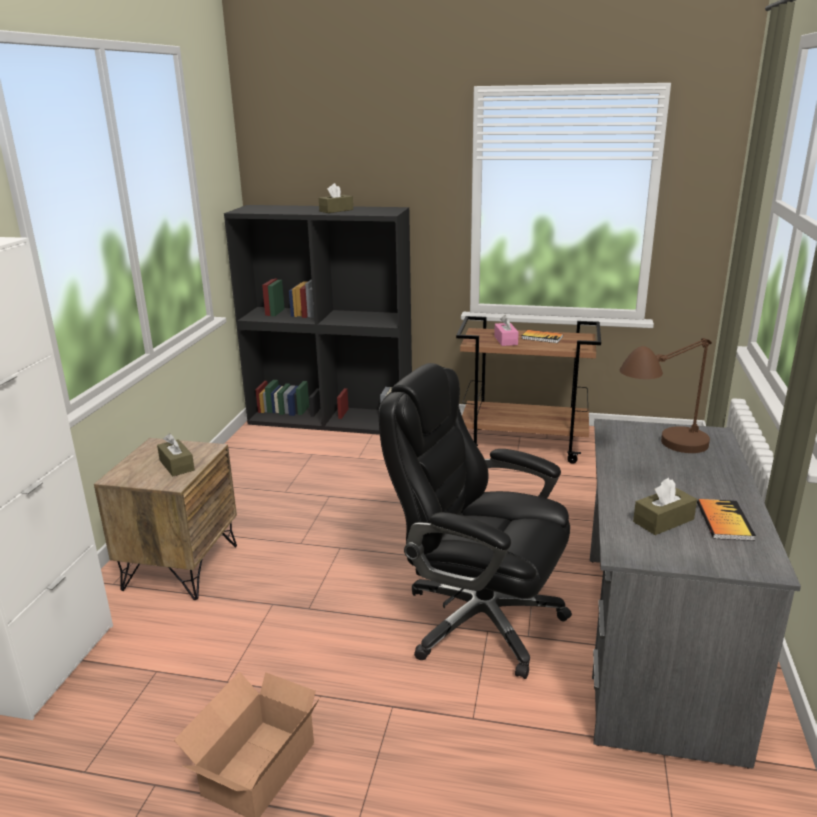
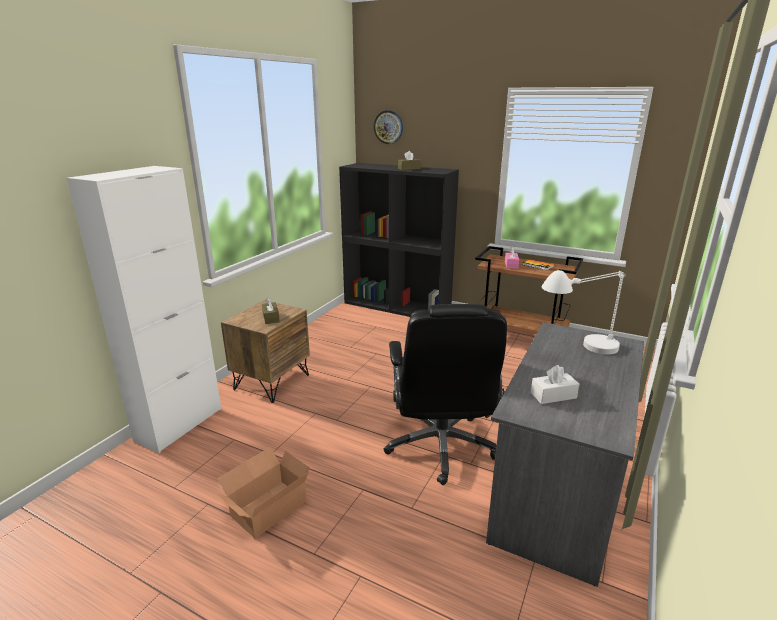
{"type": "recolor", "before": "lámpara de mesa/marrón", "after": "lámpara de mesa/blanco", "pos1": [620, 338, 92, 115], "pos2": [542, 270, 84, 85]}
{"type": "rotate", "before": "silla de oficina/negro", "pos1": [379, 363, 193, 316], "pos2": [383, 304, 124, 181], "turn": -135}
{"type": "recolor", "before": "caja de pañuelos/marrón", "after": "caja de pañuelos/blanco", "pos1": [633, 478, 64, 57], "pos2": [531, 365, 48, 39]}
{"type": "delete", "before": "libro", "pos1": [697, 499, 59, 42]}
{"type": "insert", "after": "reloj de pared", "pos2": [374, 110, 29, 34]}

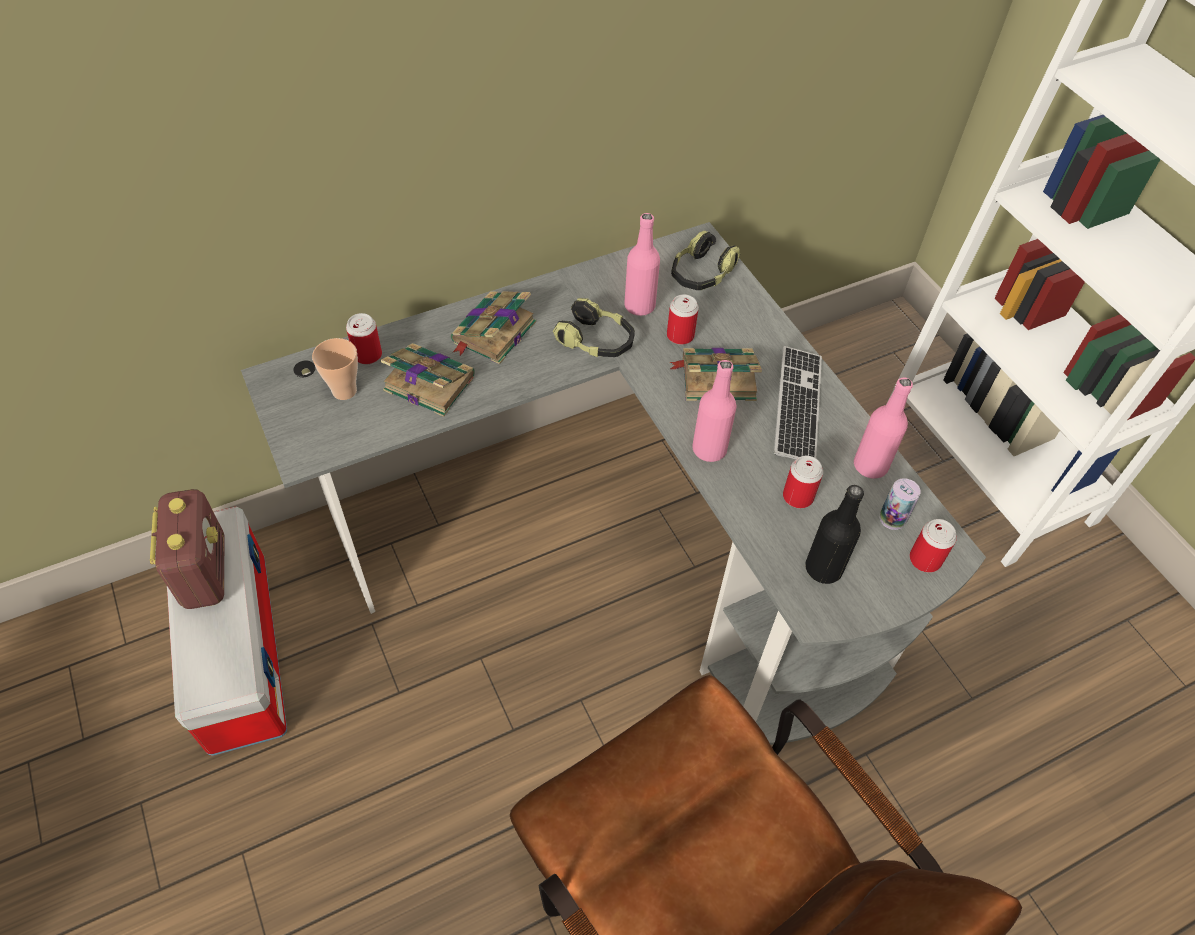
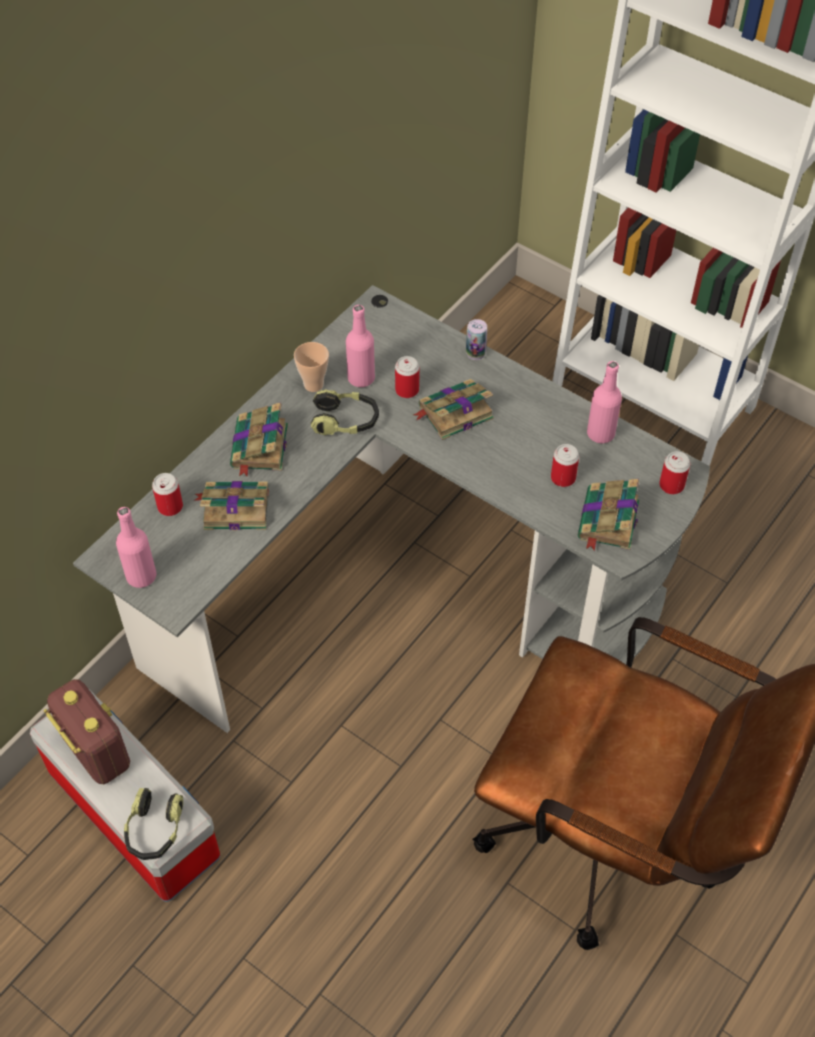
{"type": "move", "before": "auriculares", "pos1": [671, 231, 69, 59], "pos2": [124, 788, 59, 72]}
{"type": "move", "before": "taza", "pos1": [312, 338, 46, 62], "pos2": [294, 342, 35, 50]}
{"type": "delete", "before": "teclado", "pos1": [774, 346, 48, 114]}
{"type": "move", "before": "botella/rosa", "pos1": [692, 360, 44, 102], "pos2": [116, 507, 40, 81]}
{"type": "move", "before": "lata", "pos1": [880, 478, 41, 52], "pos2": [466, 319, 21, 41]}
{"type": "replace", "before": "botella/negro", "after": "libro", "pos1": [805, 485, 59, 99], "pos2": [578, 479, 62, 72]}

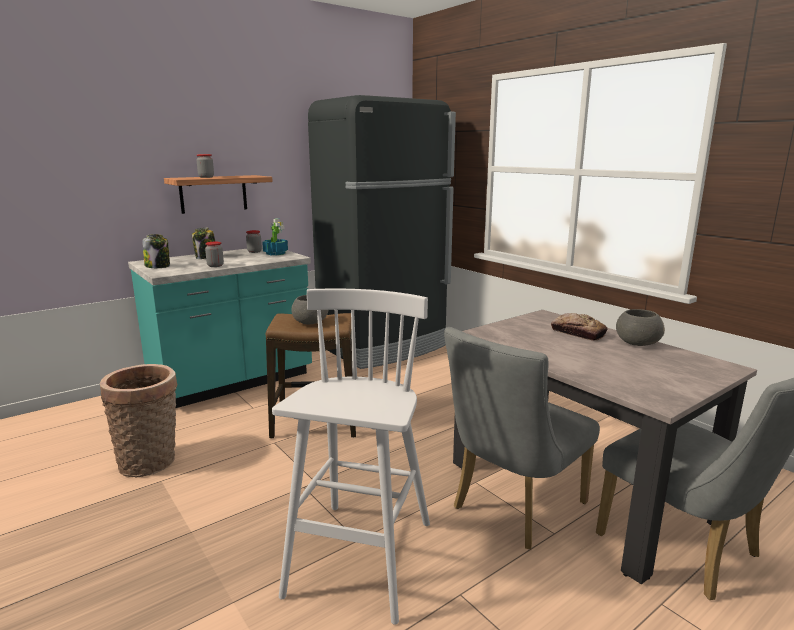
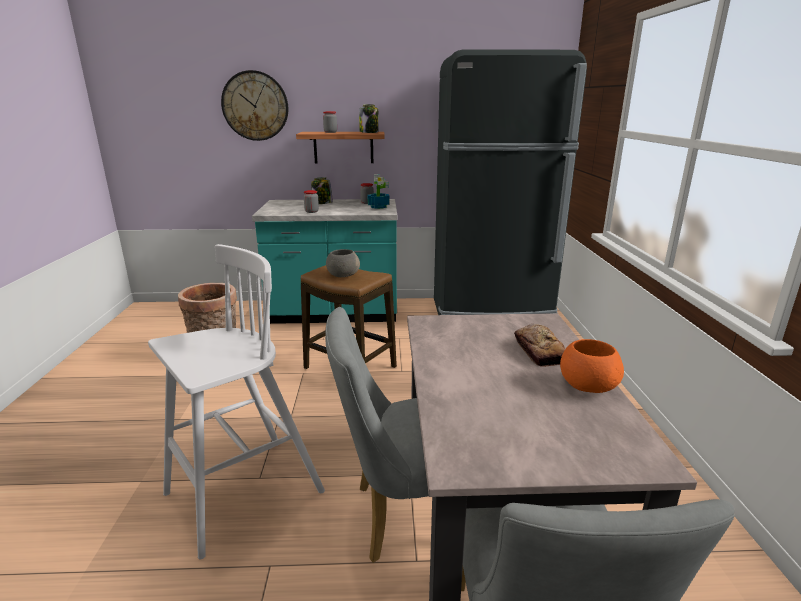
{"type": "move", "before": "tarro", "pos1": [142, 234, 28, 34], "pos2": [359, 104, 20, 29]}
{"type": "recolor", "before": "cuenco/gris", "after": "cuenco/naranja", "pos1": [616, 309, 49, 37], "pos2": [560, 339, 64, 54]}
{"type": "insert", "after": "reloj de pared", "pos2": [221, 70, 67, 71]}

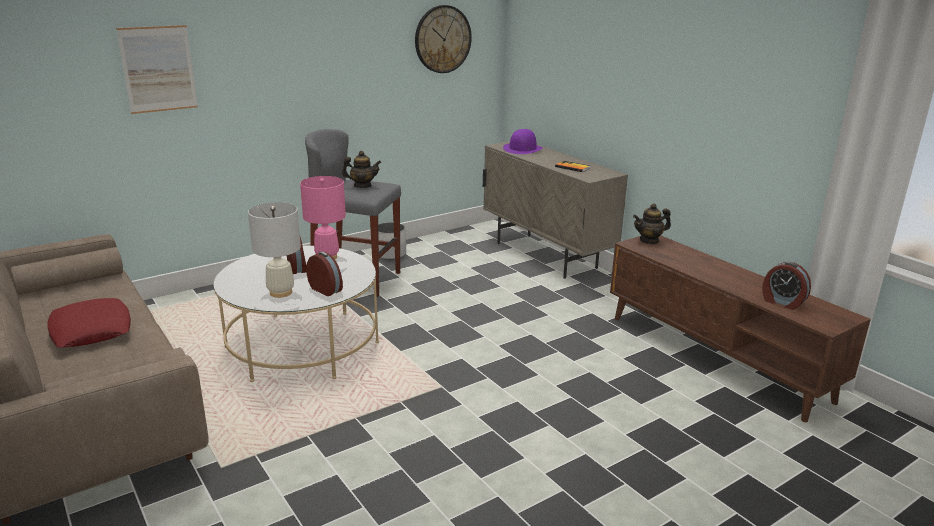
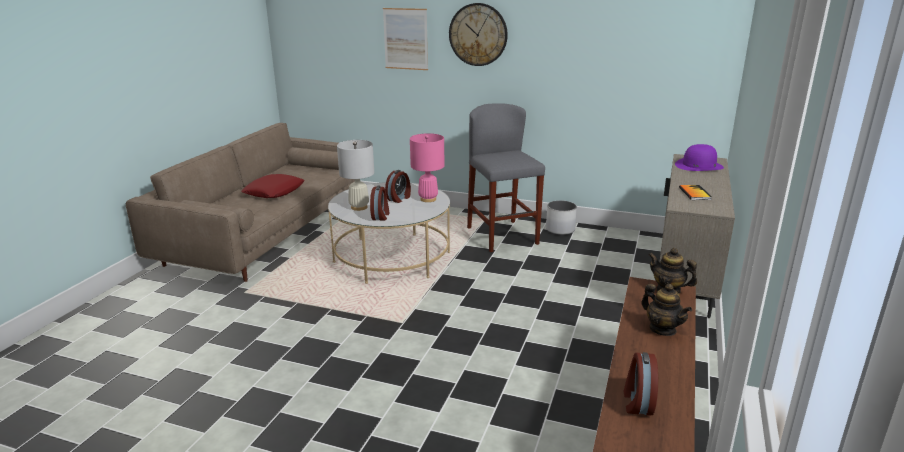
{"type": "move", "before": "reloj de pared", "pos1": [415, 5, 57, 68], "pos2": [449, 3, 59, 63]}
{"type": "move", "before": "tetera", "pos1": [342, 151, 39, 37], "pos2": [641, 284, 51, 52]}

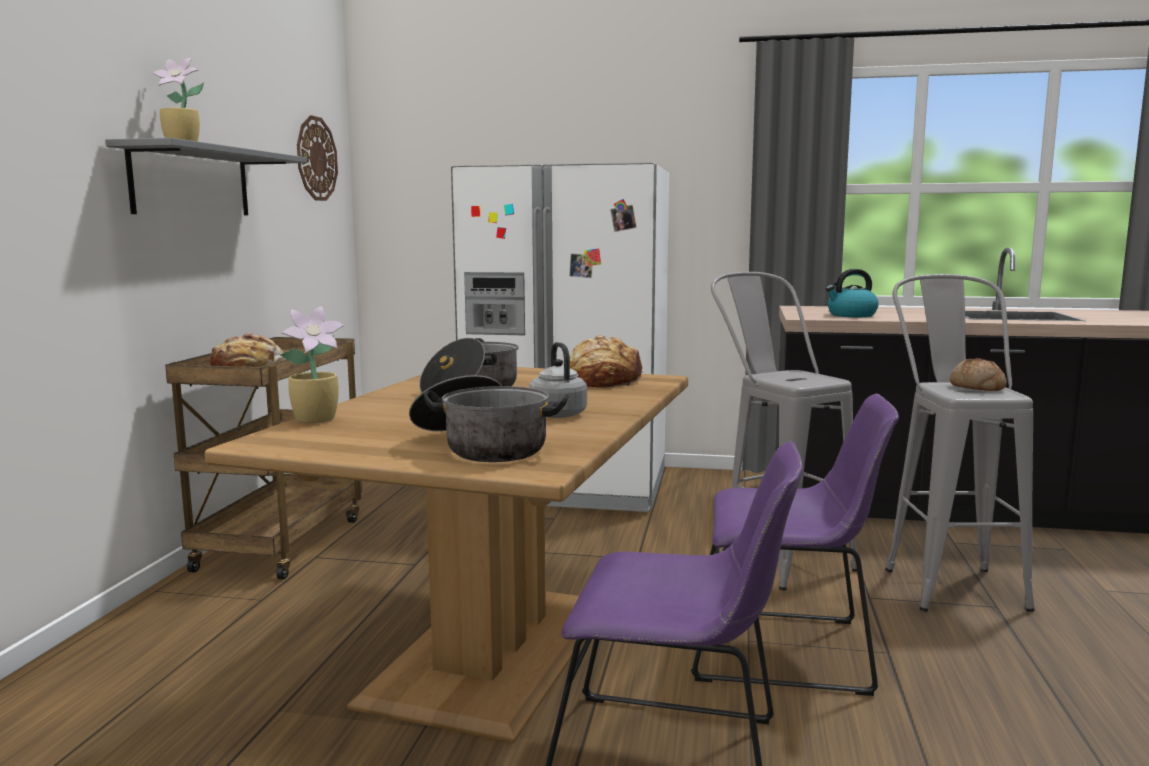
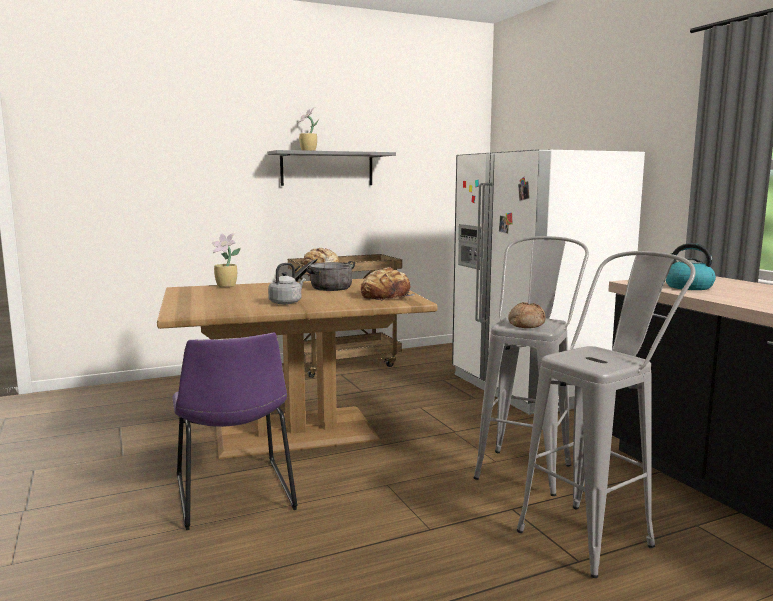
{"type": "delete", "before": "reloj de pared", "pos1": [297, 115, 41, 86]}
{"type": "move", "before": "pan", "pos1": [950, 358, 57, 33], "pos2": [508, 302, 38, 26]}
{"type": "delete", "before": "olla", "pos1": [409, 375, 160, 87]}
{"type": "delete", "before": "silla/morado", "pos1": [691, 394, 208, 302]}

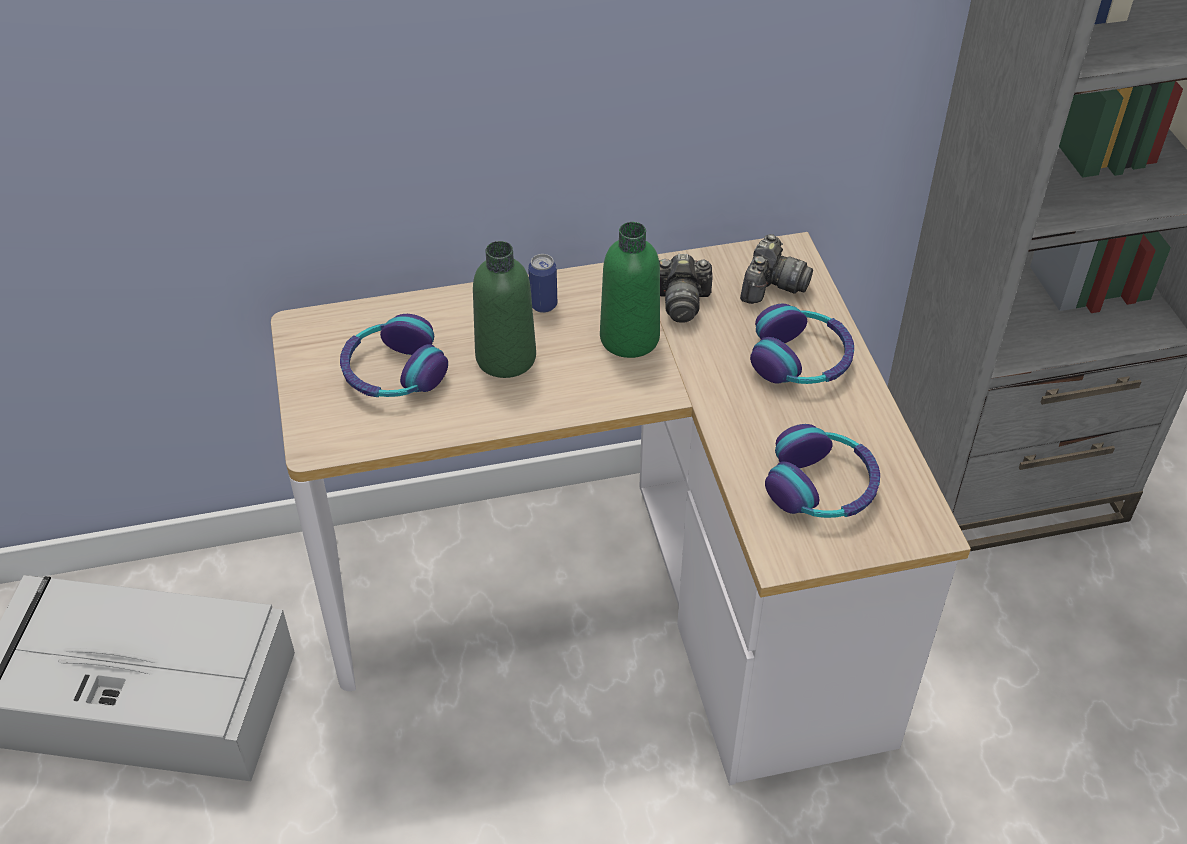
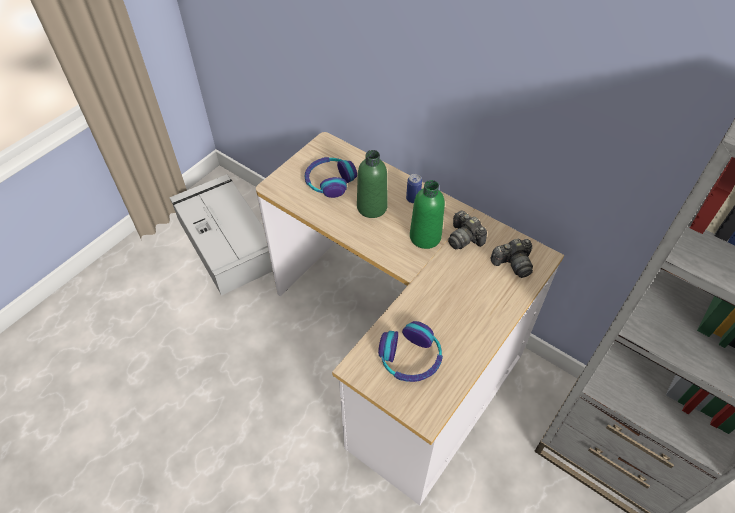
{"type": "delete", "before": "auriculares", "pos1": [750, 304, 104, 80]}

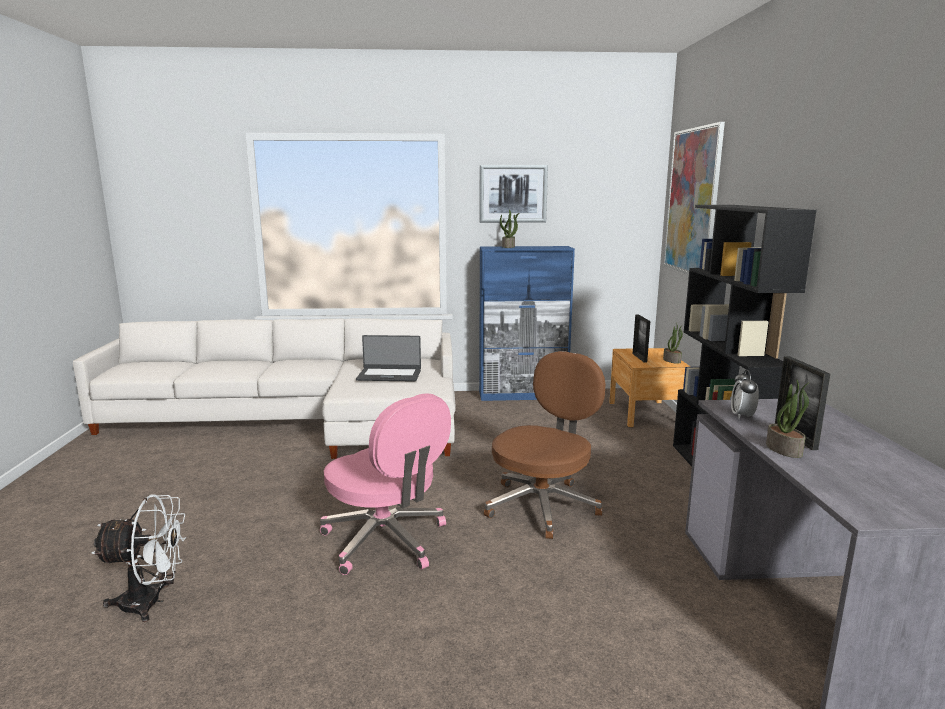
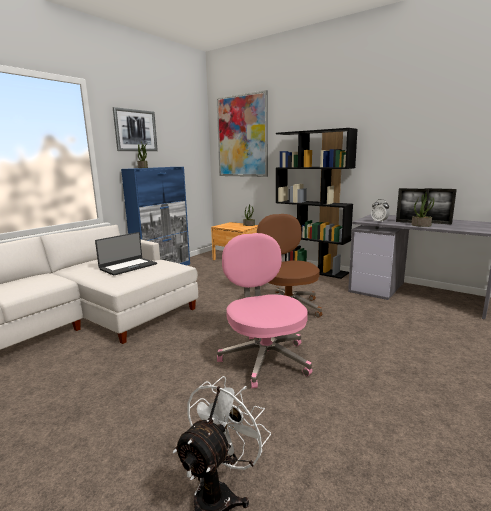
{"type": "move", "before": "portarretratos", "pos1": [633, 314, 17, 49], "pos2": [425, 188, 32, 37]}
{"type": "rotate", "before": "silla de oficina/rosa", "pos1": [320, 393, 131, 182], "pos2": [217, 233, 95, 156], "turn": -105}

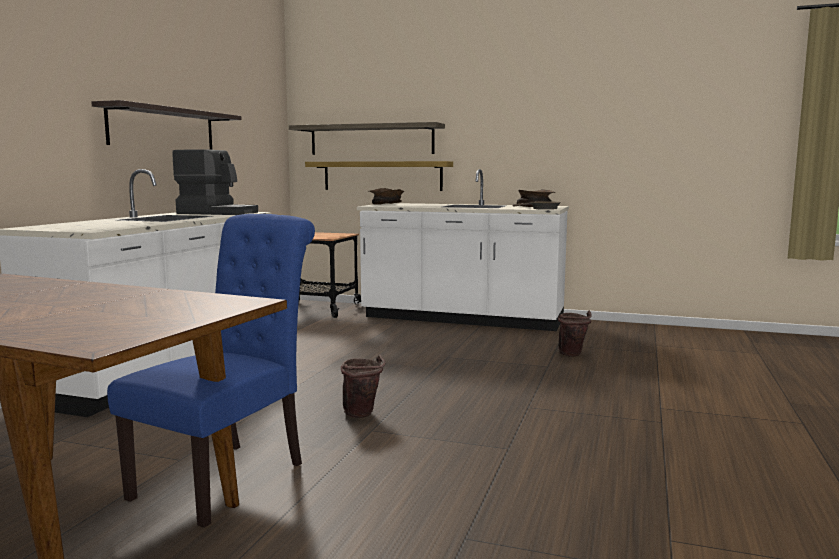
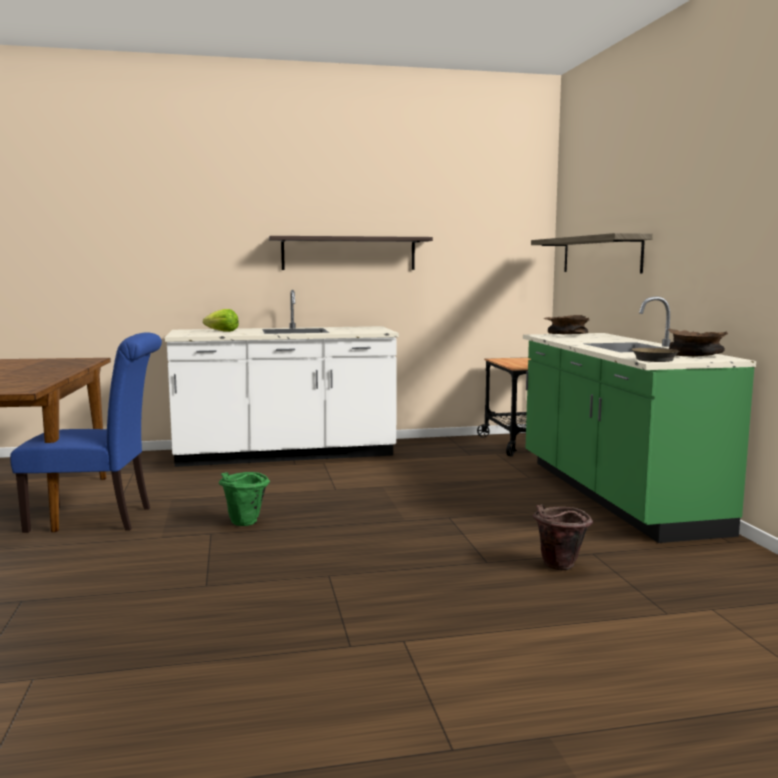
{"type": "delete", "before": "cafetera", "pos1": [172, 149, 86, 66]}
{"type": "delete", "before": "estante", "pos1": [305, 161, 148, 30]}
{"type": "recolor", "before": "mueble bajo de cocina/blanco", "after": "mueble bajo de cocina/verde", "pos1": [357, 169, 212, 162], "pos2": [523, 296, 233, 247]}
{"type": "recolor", "before": "cubo/marrón", "after": "cubo/verde", "pos1": [341, 355, 44, 63], "pos2": [219, 472, 51, 54]}
{"type": "insert", "after": "lechuga", "pos2": [203, 309, 36, 23]}

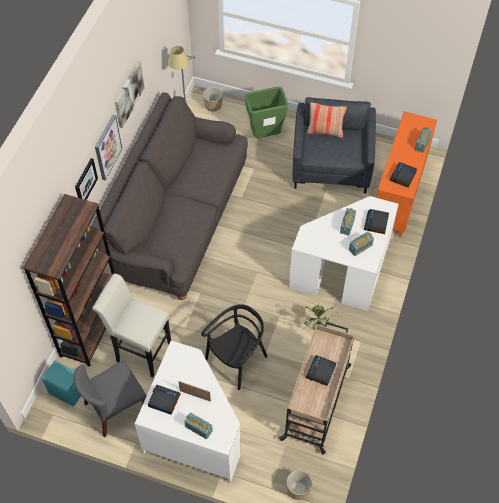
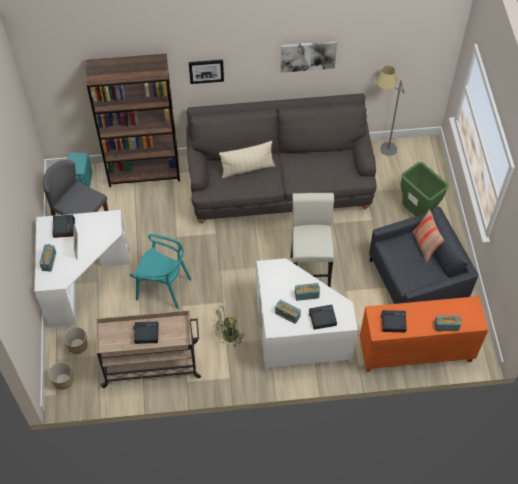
{"type": "move", "before": "maceta", "pos1": [203, 87, 20, 24], "pos2": [63, 327, 25, 27]}
{"type": "delete", "before": "cuadro", "pos1": [95, 115, 27, 65]}
{"type": "move", "before": "taburete/blanco", "pos1": [92, 273, 79, 104], "pos2": [290, 193, 44, 94]}
{"type": "recolor", "before": "silla/negro", "after": "silla/turquesa", "pos1": [201, 304, 66, 86], "pos2": [130, 234, 61, 75]}
{"type": "insert", "after": "cojín/beis", "pos2": [219, 141, 56, 37]}

